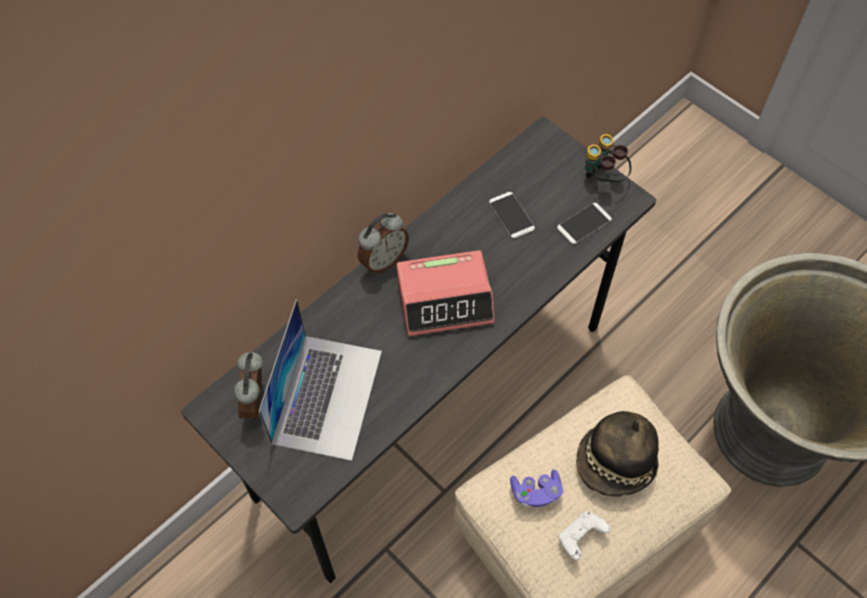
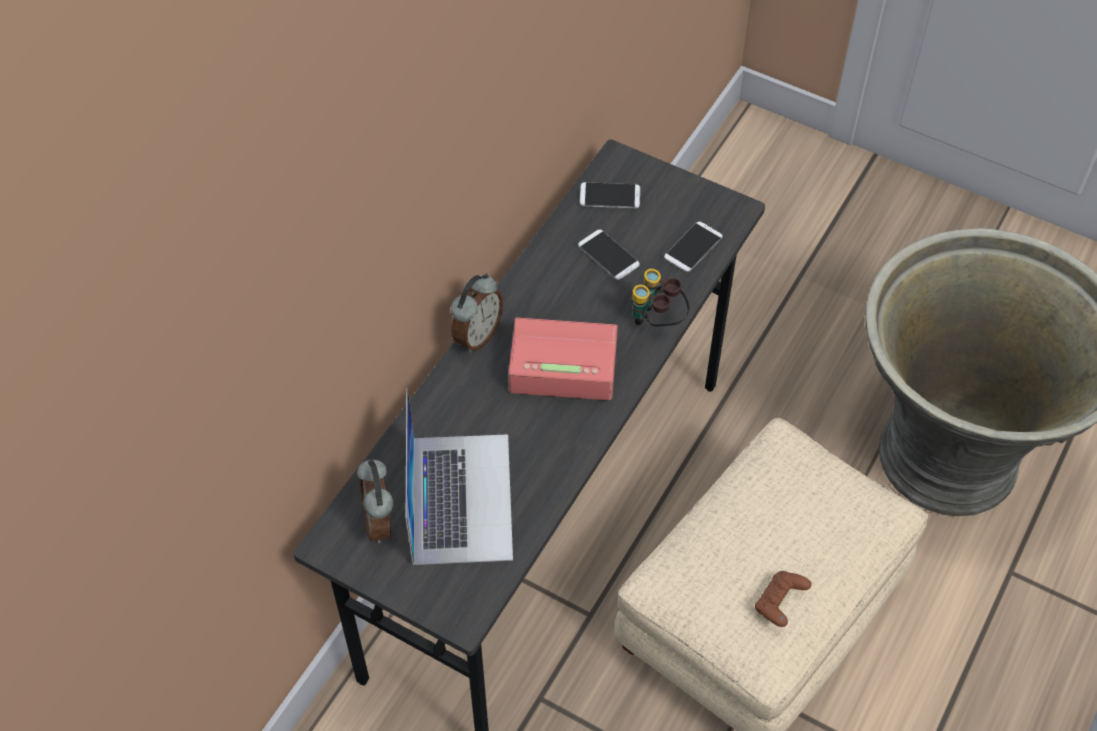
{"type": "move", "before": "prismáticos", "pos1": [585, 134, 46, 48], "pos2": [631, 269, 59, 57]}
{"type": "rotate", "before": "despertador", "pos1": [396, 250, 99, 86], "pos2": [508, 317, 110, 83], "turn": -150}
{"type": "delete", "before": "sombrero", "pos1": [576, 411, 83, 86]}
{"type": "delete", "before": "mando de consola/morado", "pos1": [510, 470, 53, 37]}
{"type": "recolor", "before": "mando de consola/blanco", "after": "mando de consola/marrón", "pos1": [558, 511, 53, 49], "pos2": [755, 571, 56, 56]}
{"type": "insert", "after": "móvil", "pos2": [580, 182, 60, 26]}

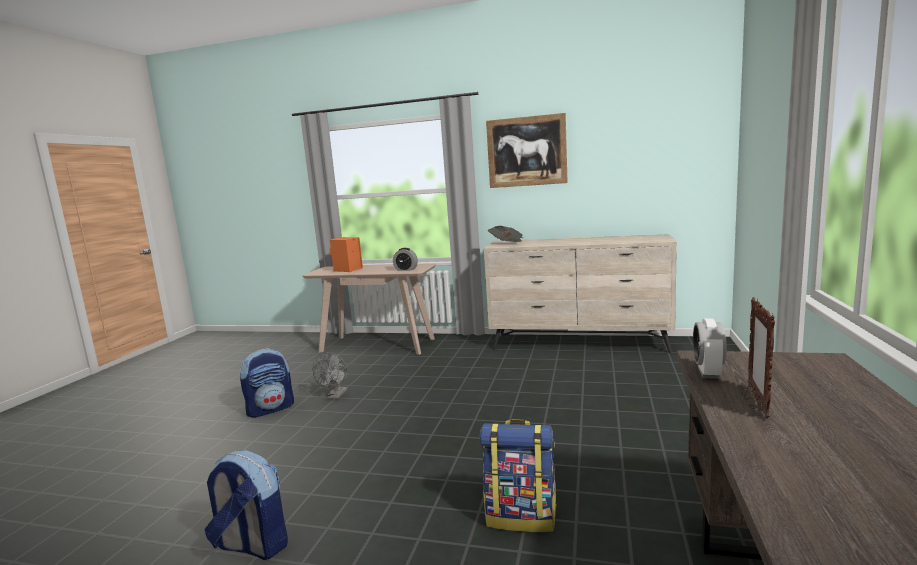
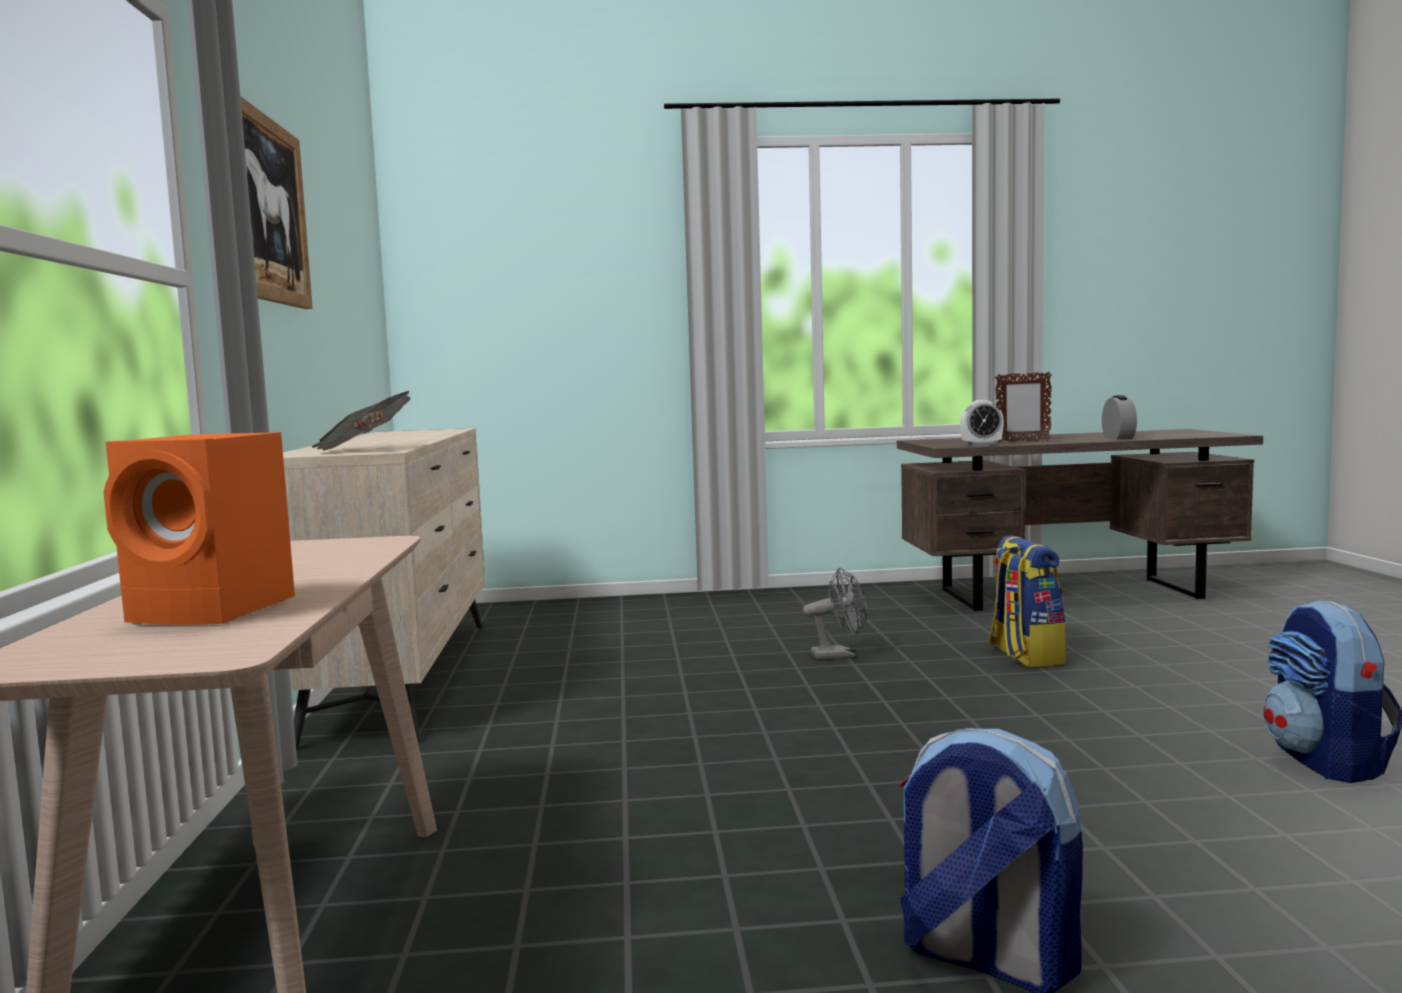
{"type": "move", "before": "despertador", "pos1": [393, 248, 25, 23], "pos2": [1102, 395, 35, 44]}
{"type": "move", "before": "ventilador/gris", "pos1": [313, 352, 34, 47], "pos2": [803, 568, 64, 92]}

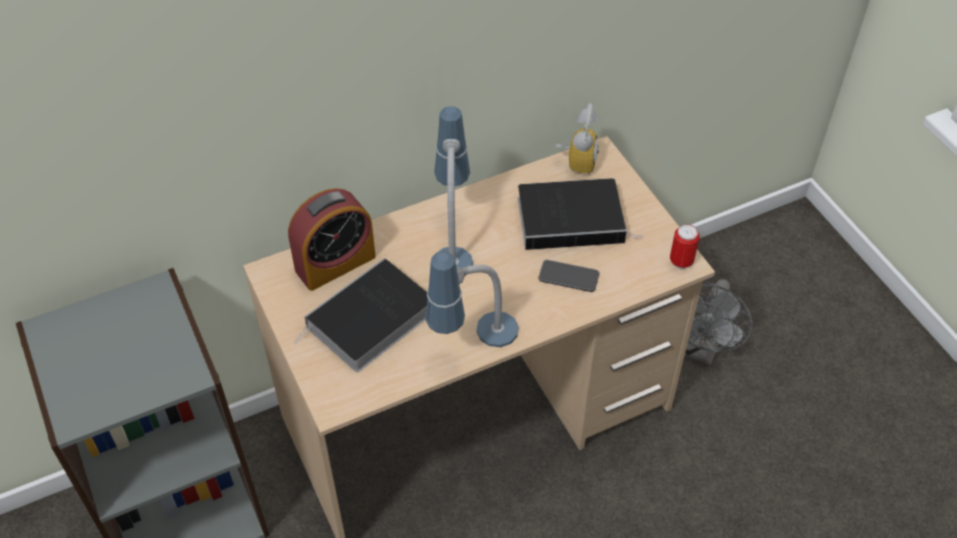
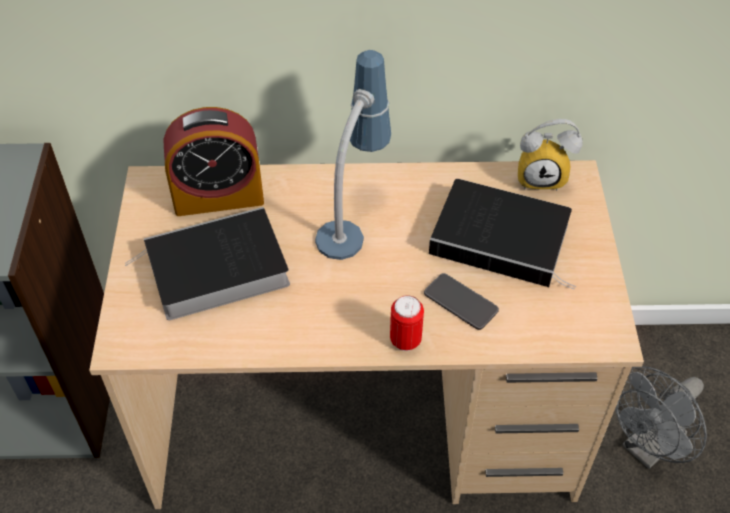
{"type": "rotate", "before": "despertador", "pos1": [555, 103, 44, 71], "pos2": [518, 119, 65, 72], "turn": 60}
{"type": "move", "before": "lata", "pos1": [670, 224, 30, 45], "pos2": [390, 295, 34, 56]}
{"type": "delete", "before": "lámpara de mesa", "pos1": [425, 252, 94, 95]}

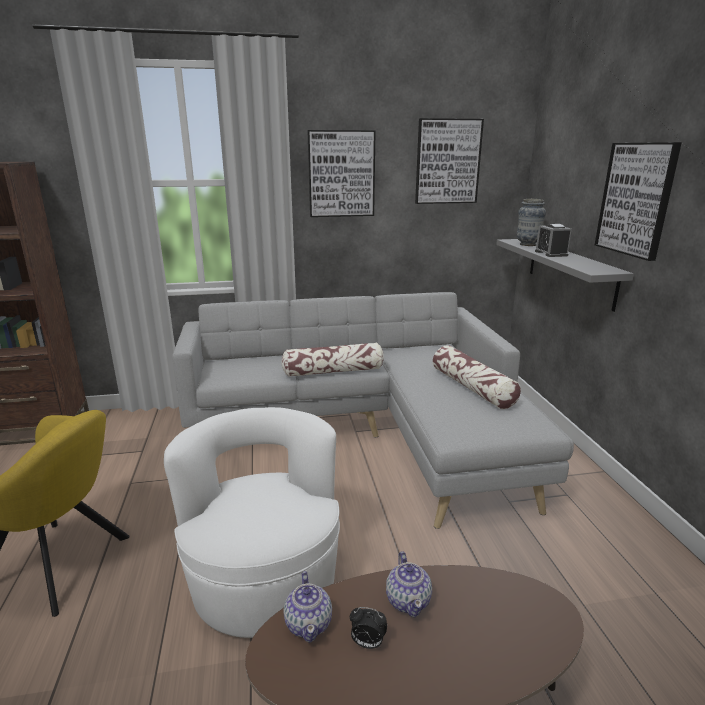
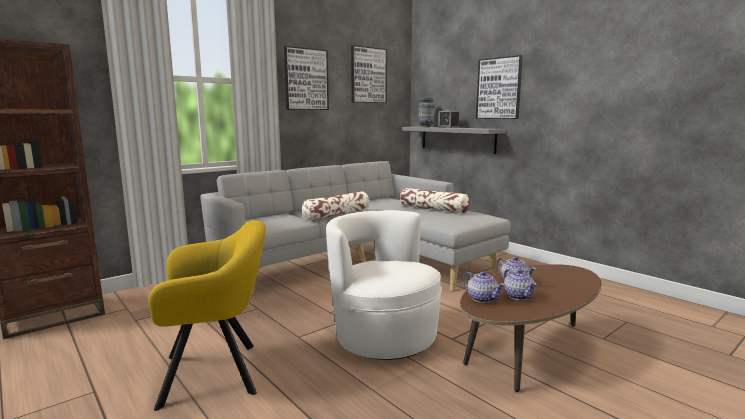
{"type": "replace", "before": "despertador", "after": "tetera", "pos1": [350, 607, 37, 42], "pos2": [504, 269, 33, 31]}

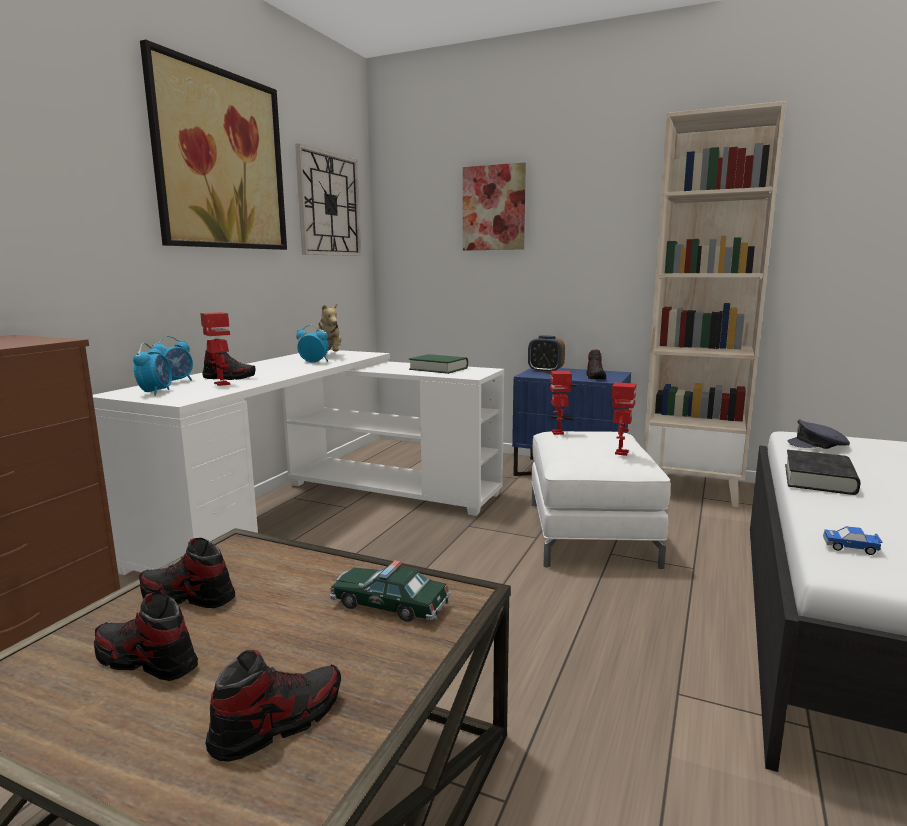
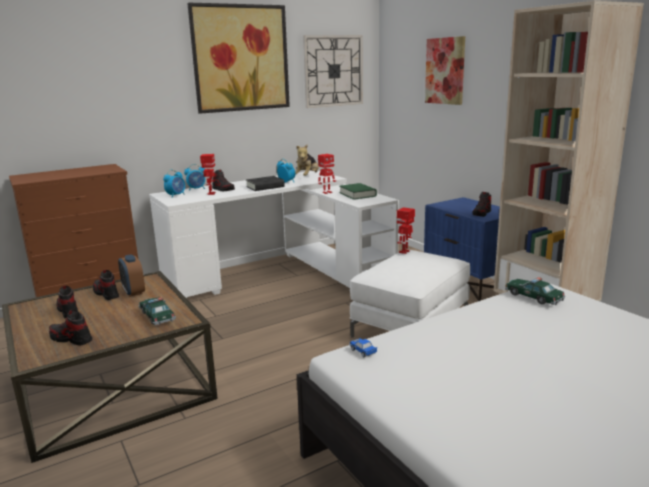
{"type": "move", "before": "despertador", "pos1": [528, 335, 37, 38], "pos2": [118, 254, 27, 43]}
{"type": "move", "before": "robot de juguete", "pos1": [612, 382, 24, 74], "pos2": [318, 154, 18, 40]}
{"type": "replace", "before": "gorra/gris", "after": "coche de juguete", "pos1": [787, 419, 63, 30], "pos2": [505, 277, 60, 28]}
{"type": "move", "before": "libro/negro", "pos1": [785, 450, 75, 45], "pos2": [246, 176, 39, 15]}
{"type": "rotate", "before": "zapato", "pos1": [205, 650, 136, 112], "pos2": [49, 310, 43, 36], "turn": -150}

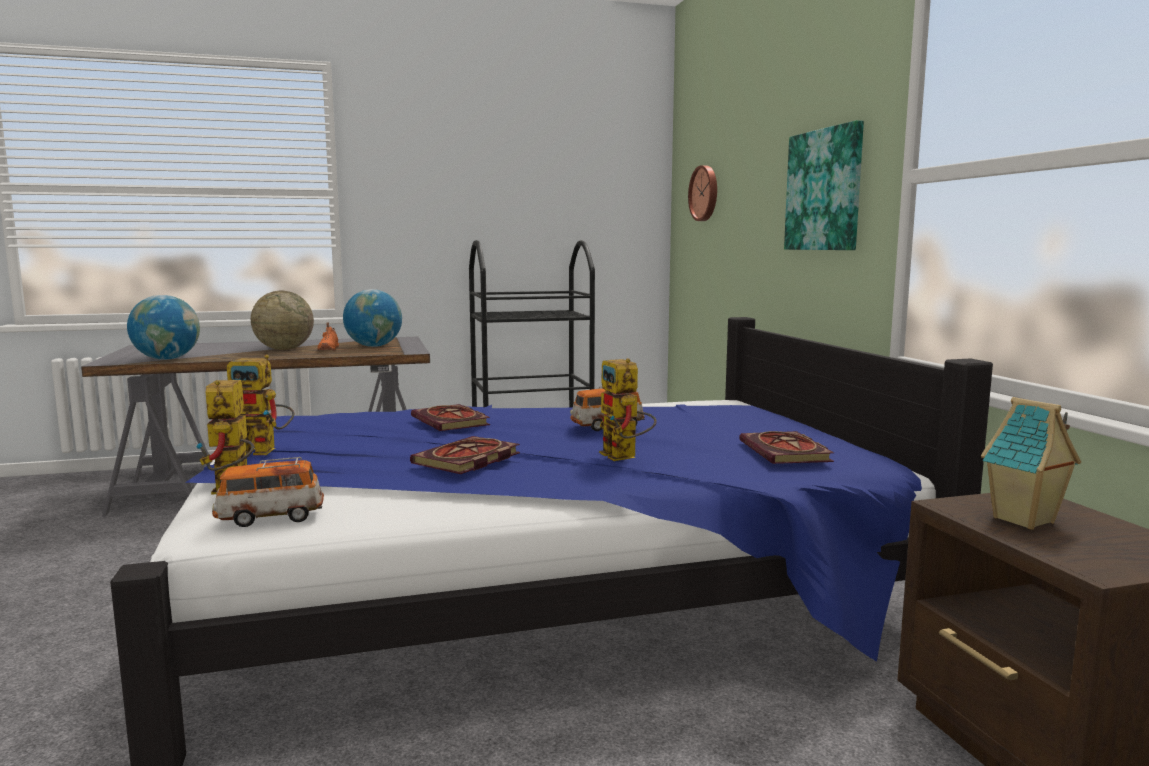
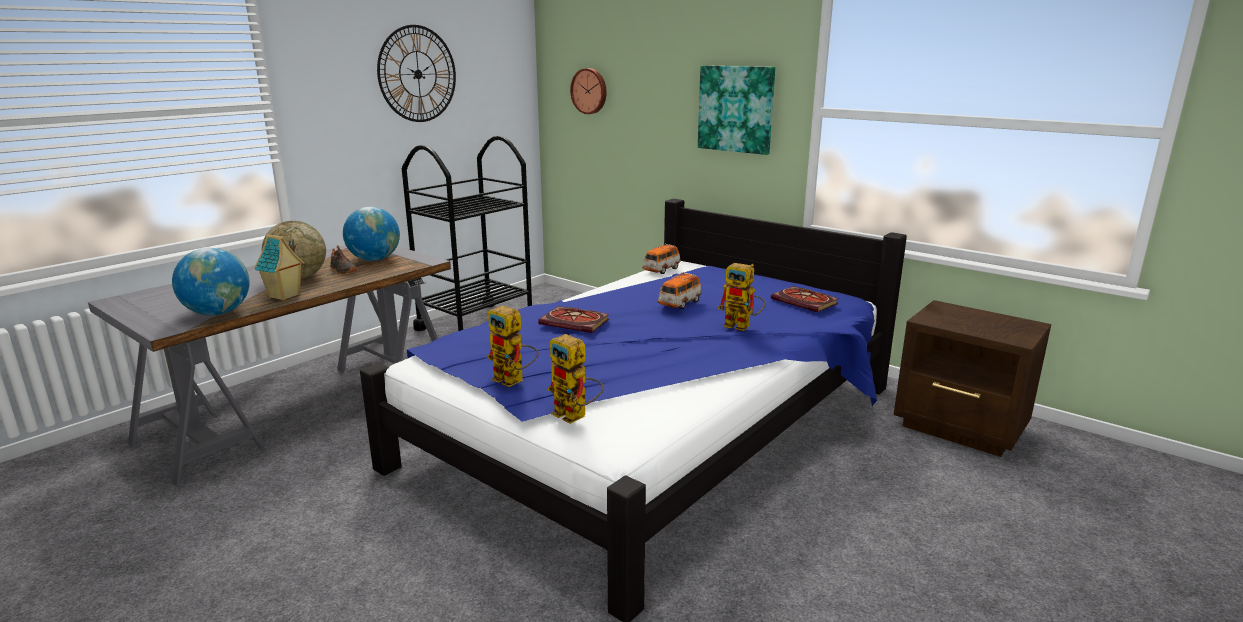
{"type": "recolor", "before": "zapato/naranja", "after": "zapato/negro", "pos1": [317, 322, 22, 28], "pos2": [330, 245, 27, 29]}
{"type": "rotate", "before": "robot de juguete", "pos1": [227, 354, 67, 101], "pos2": [487, 305, 51, 82], "turn": 75}
{"type": "move", "before": "casita", "pos1": [981, 397, 100, 133], "pos2": [254, 234, 50, 67]}
{"type": "delete", "before": "libro", "pos1": [410, 436, 110, 38]}
{"type": "move", "before": "coche de juguete", "pos1": [212, 457, 112, 70], "pos2": [642, 243, 38, 31]}
{"type": "insert", "after": "reloj de pared", "pos2": [377, 25, 79, 97]}

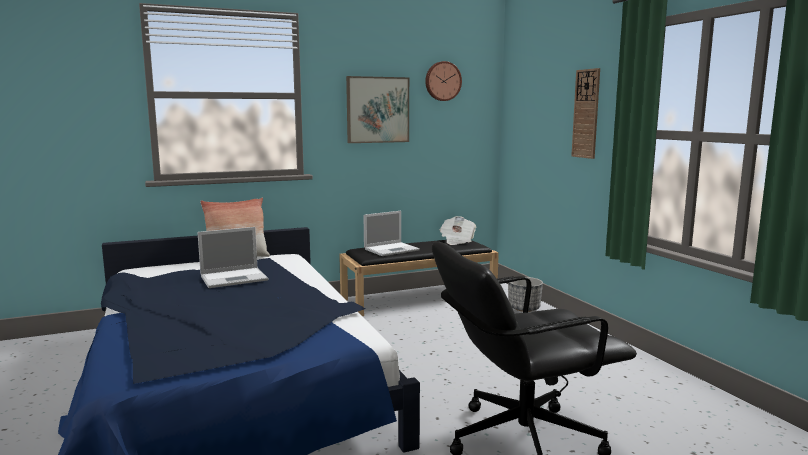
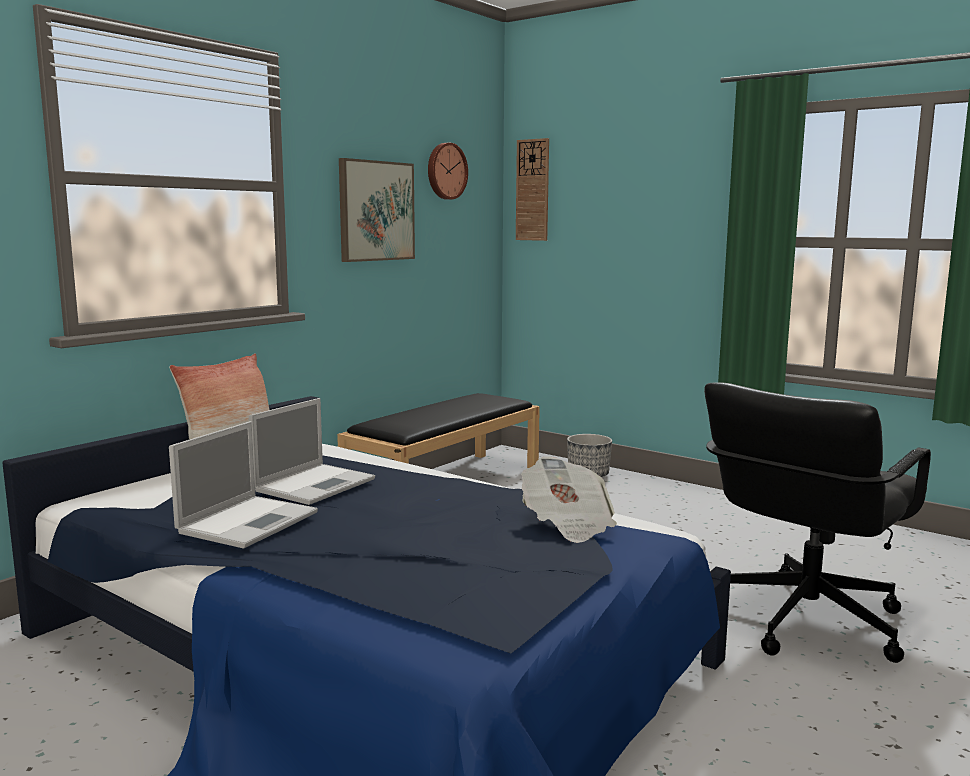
{"type": "move", "before": "reloj de pared", "pos1": [571, 68, 29, 91], "pos2": [516, 138, 33, 103]}
{"type": "move", "before": "portátil", "pos1": [364, 211, 56, 45], "pos2": [169, 421, 149, 128]}
{"type": "move", "before": "periódico", "pos1": [440, 216, 36, 29], "pos2": [521, 456, 96, 87]}

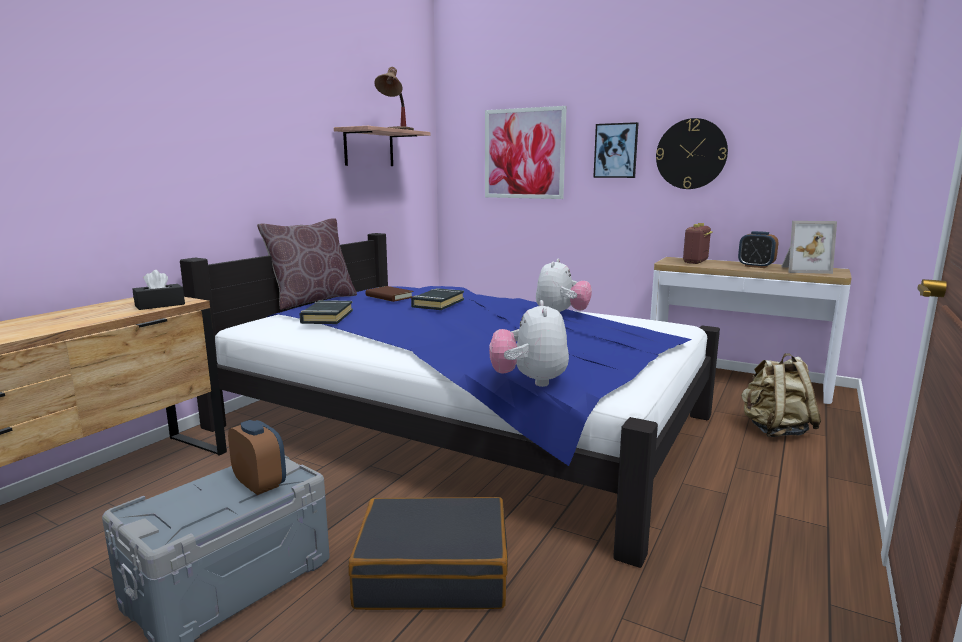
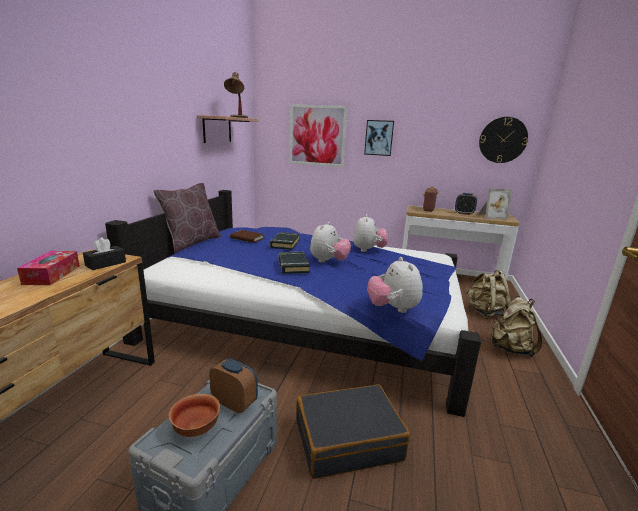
{"type": "move", "before": "reloj de pared", "pos1": [656, 118, 72, 71], "pos2": [479, 117, 49, 46]}
{"type": "move", "before": "libro/negro", "pos1": [299, 300, 54, 24], "pos2": [278, 252, 32, 22]}
{"type": "insert", "after": "peluche", "pos2": [310, 222, 41, 41]}
{"type": "insert", "after": "caja de pañuelos", "pos2": [17, 251, 63, 34]}
{"type": "insert", "after": "mochila/beis", "pos2": [489, 297, 53, 60]}
{"type": "insert", "after": "cuenco", "pos2": [168, 394, 52, 43]}

